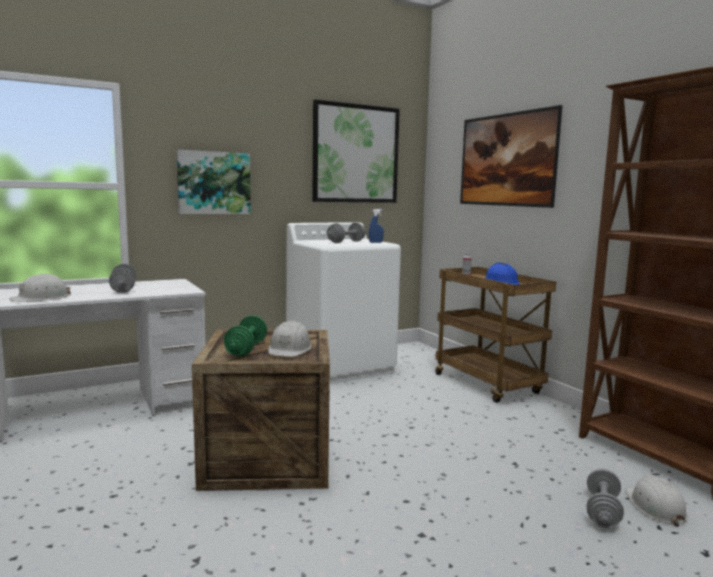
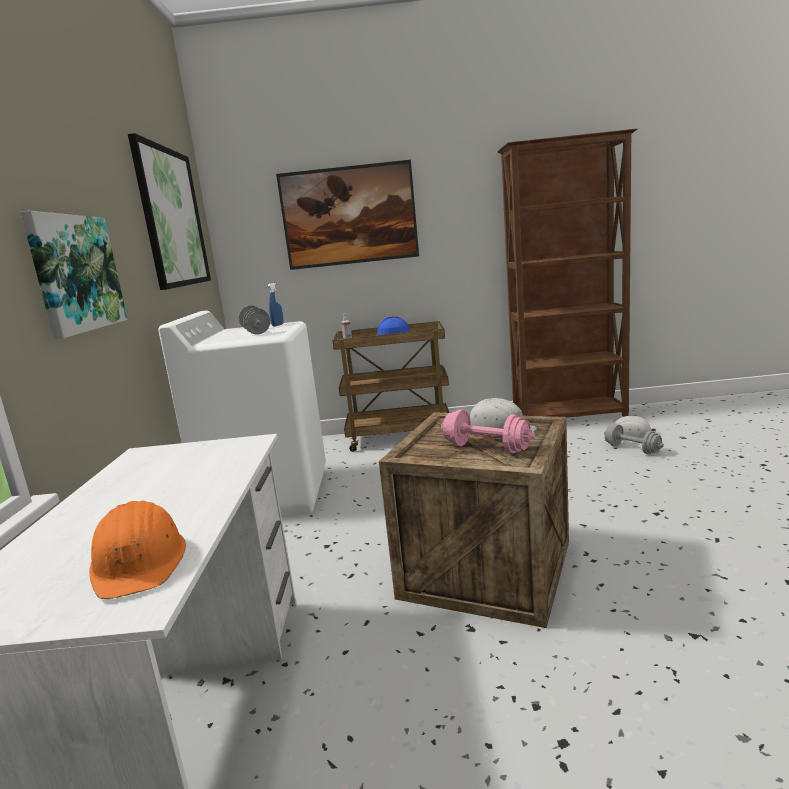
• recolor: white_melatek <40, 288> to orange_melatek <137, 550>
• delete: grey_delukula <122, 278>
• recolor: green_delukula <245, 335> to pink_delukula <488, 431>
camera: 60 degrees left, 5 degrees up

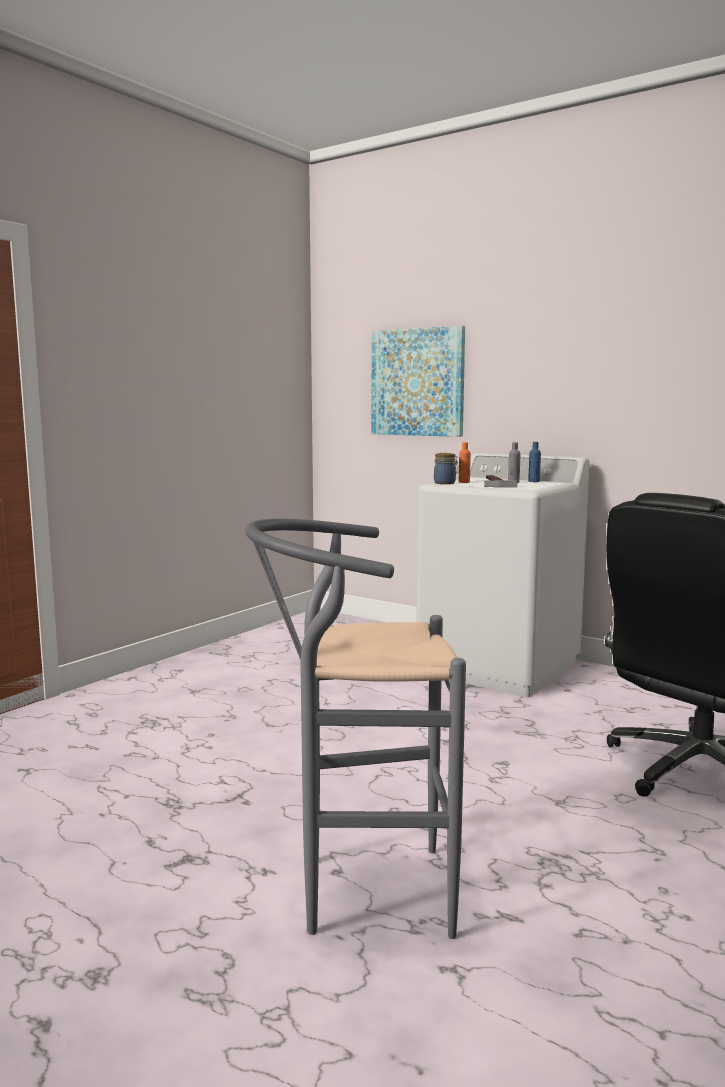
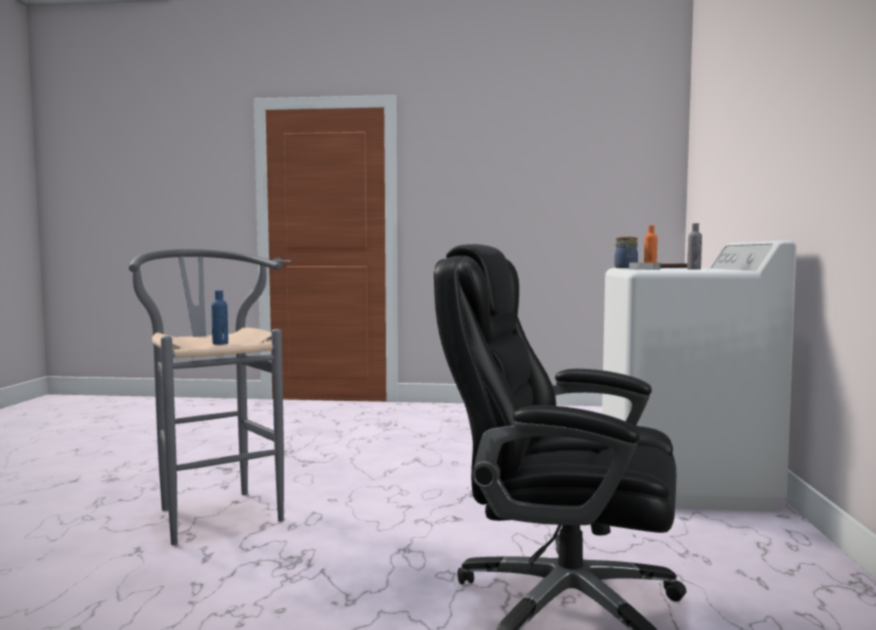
• delete: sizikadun <418, 381>
• move: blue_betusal <534, 462> to <219, 317>
camera: 60 degrees right, 5 degrees down

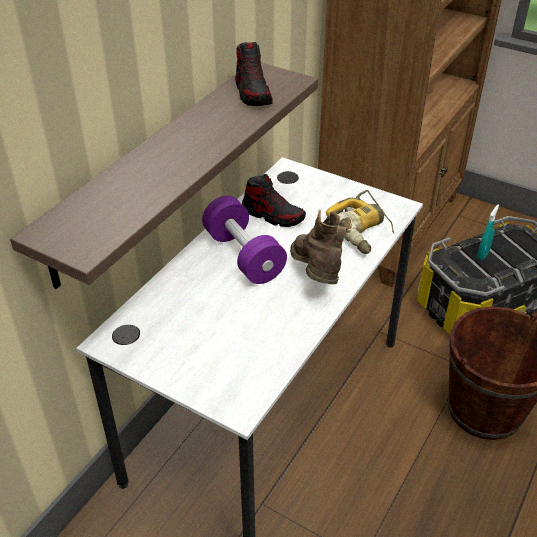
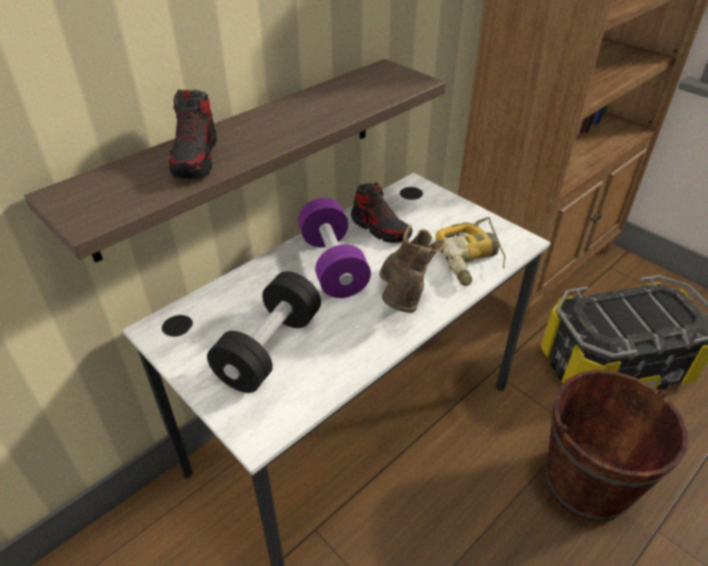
• move: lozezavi <254, 74> to <193, 134>
• delete: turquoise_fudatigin <488, 232>
• insert: black_delukula <264, 332>
camera: 15 degrees right, 0 degrees up

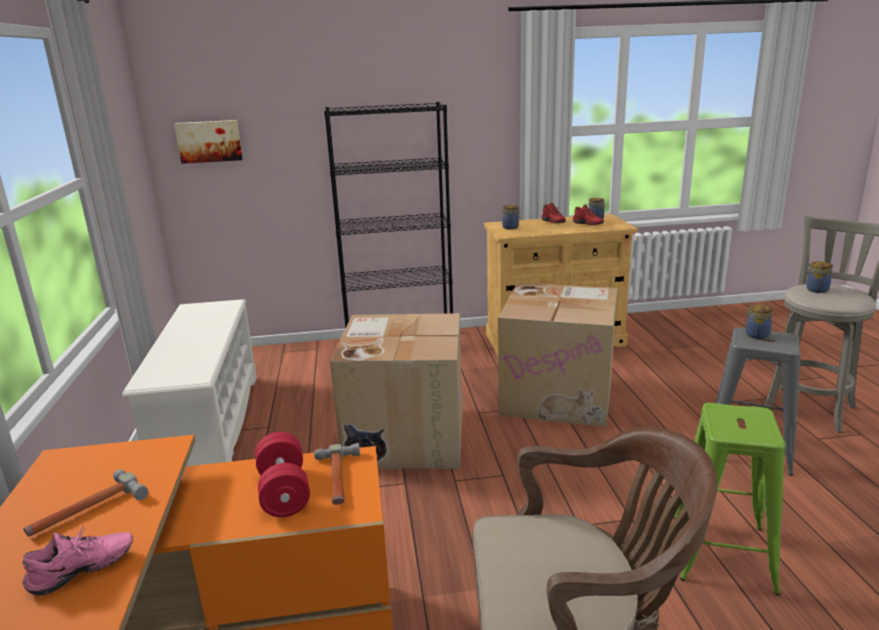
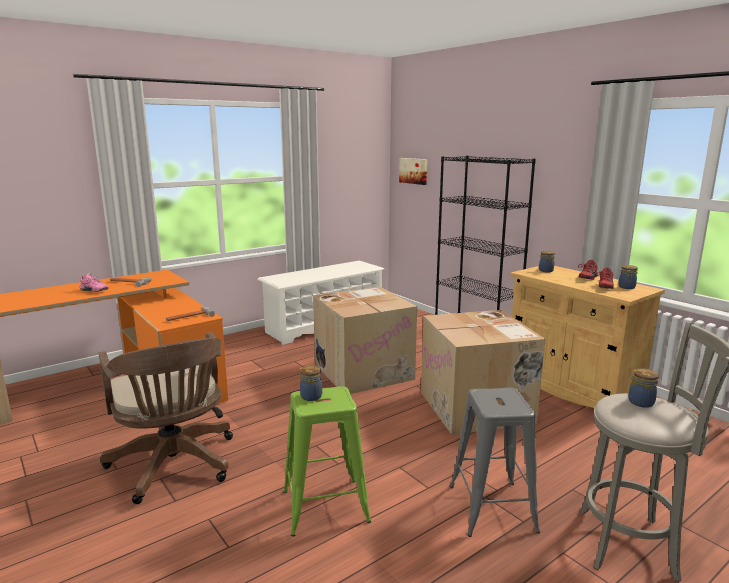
• delete: red_delukula <282, 474>
• move: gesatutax <758, 321> to <311, 383>
camera: 60 degrees right, 5 degrees down

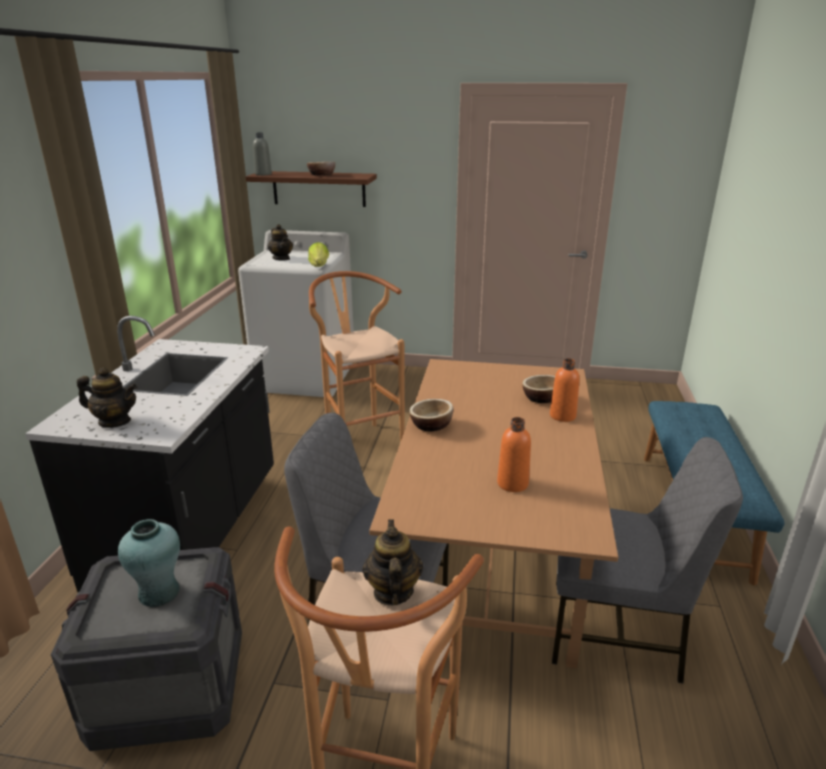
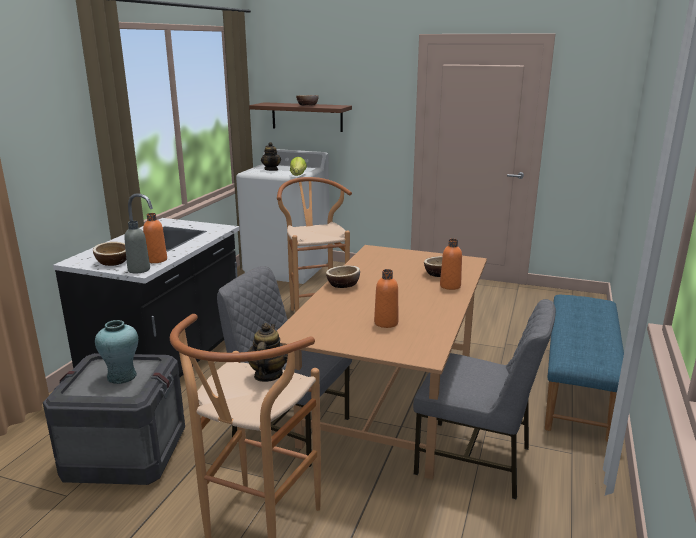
• replace: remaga <107, 398> to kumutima <109, 254>
• move: grey_betusal <262, 154> to <137, 247>
• insert: orange_betusal <155, 238>
camera: 10 degrees right, 5 degrees down

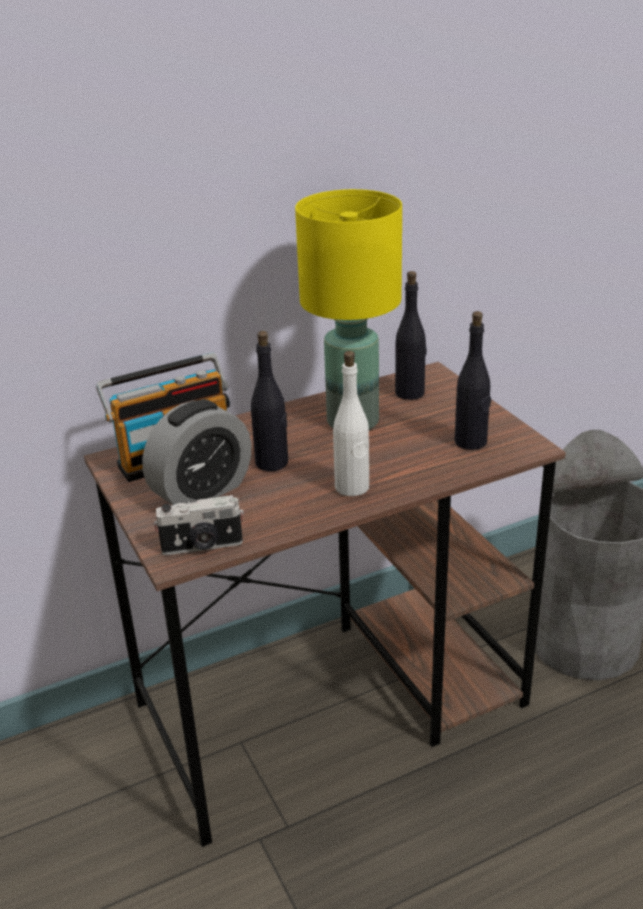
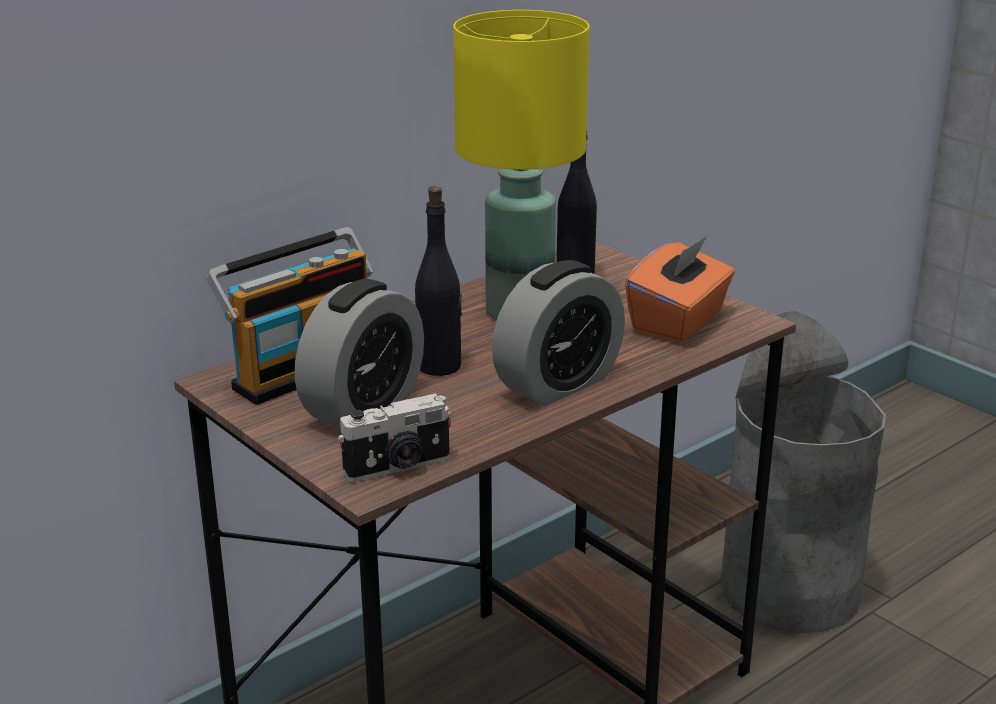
• replace: white_betusal <351, 423> to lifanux <558, 333>
• replace: black_betusal <473, 380> to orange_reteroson <680, 289>
camera: 15 degrees left, 5 degrees down

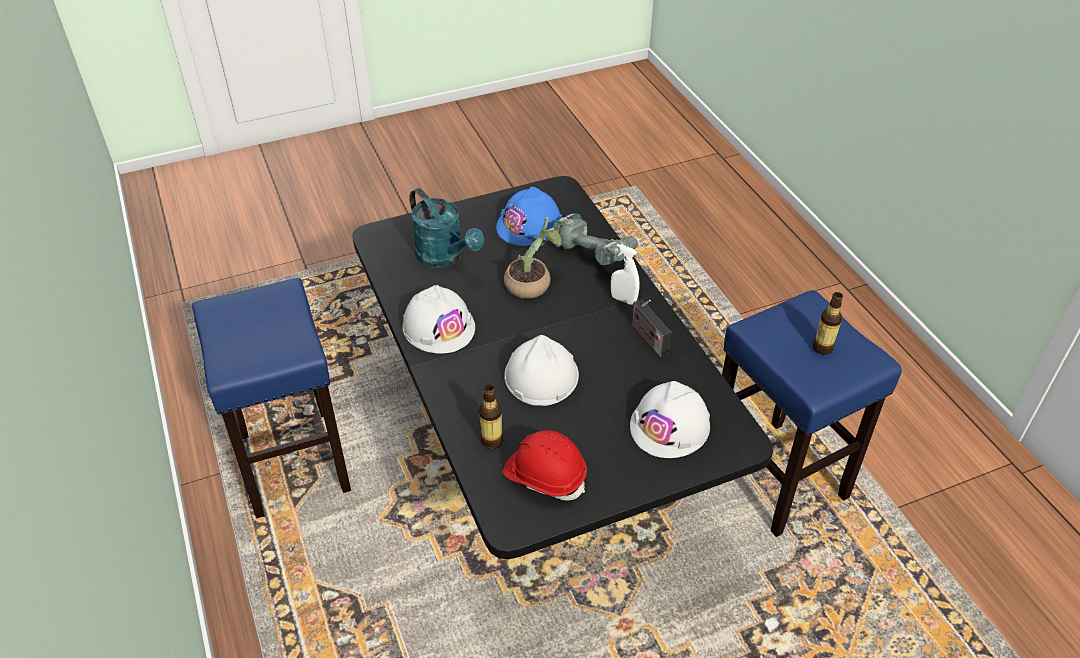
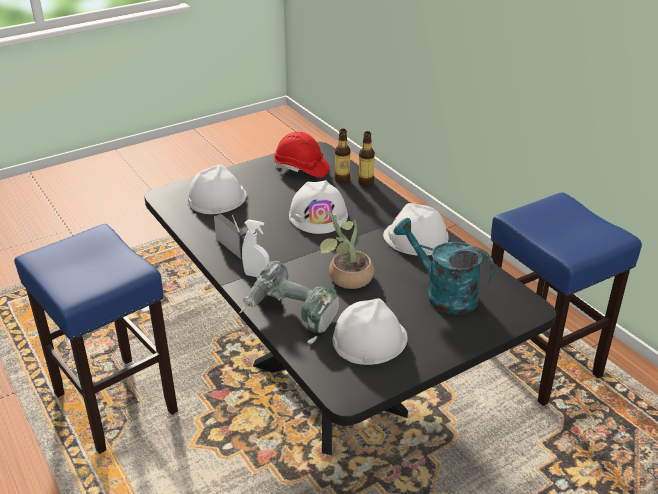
• recolor: blue_melatek <529, 216> to white_melatek <370, 331>
• move: betusal <828, 323> to <366, 159>
camera: 170 degrees right, 10 degrees down

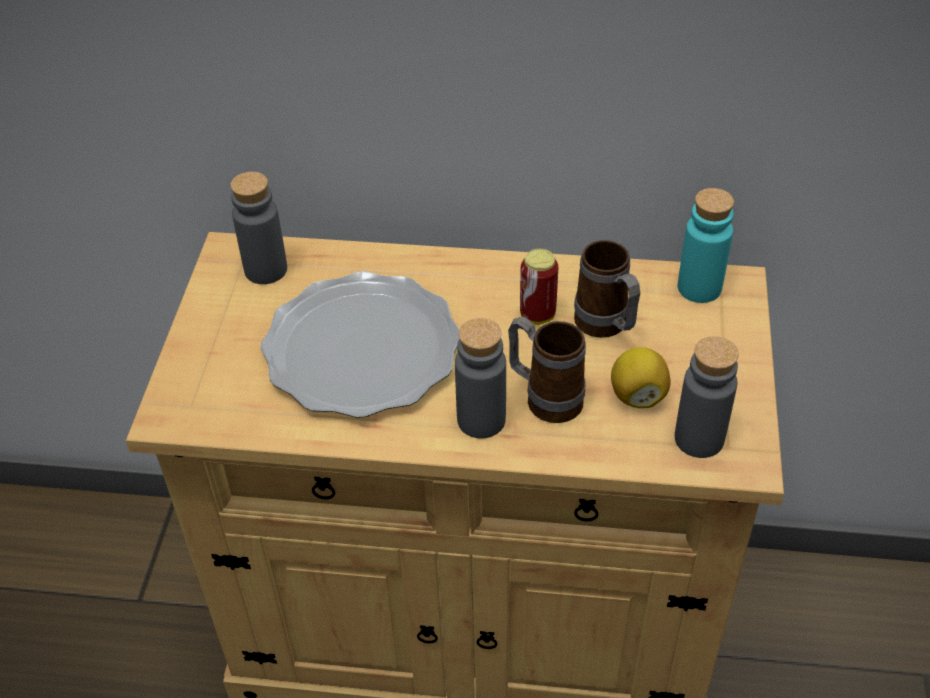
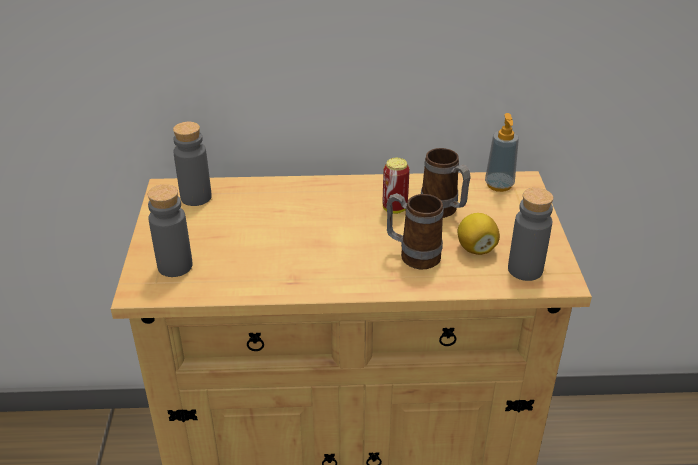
• delete: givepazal <360, 344>
• move: grey_betusal <480, 378> to <170, 230>
• replace: turquoise_betusal <706, 245> to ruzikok <502, 152>
camera: 10 degrees left, 10 degrees down

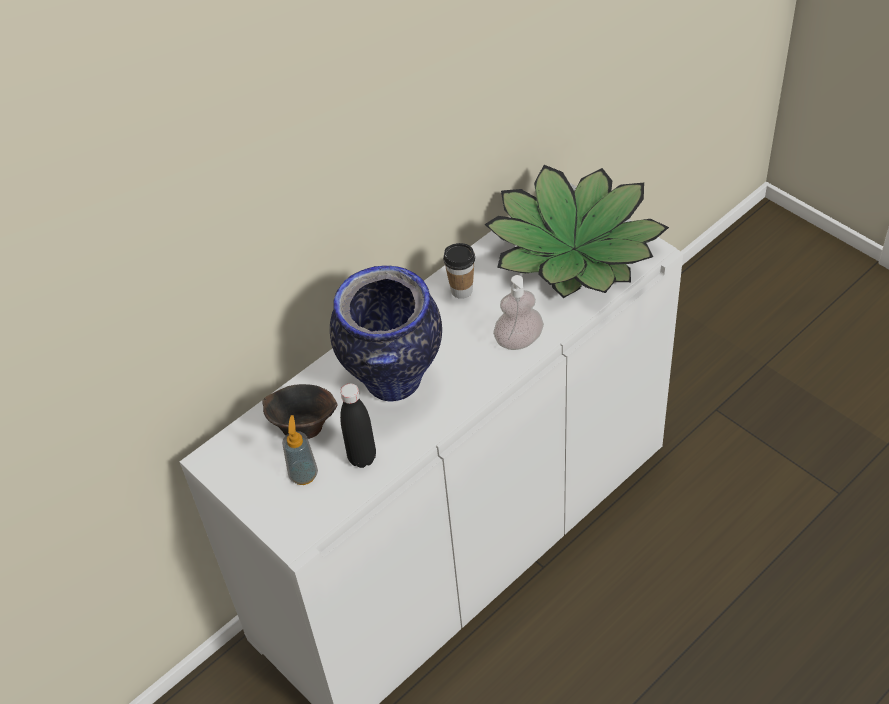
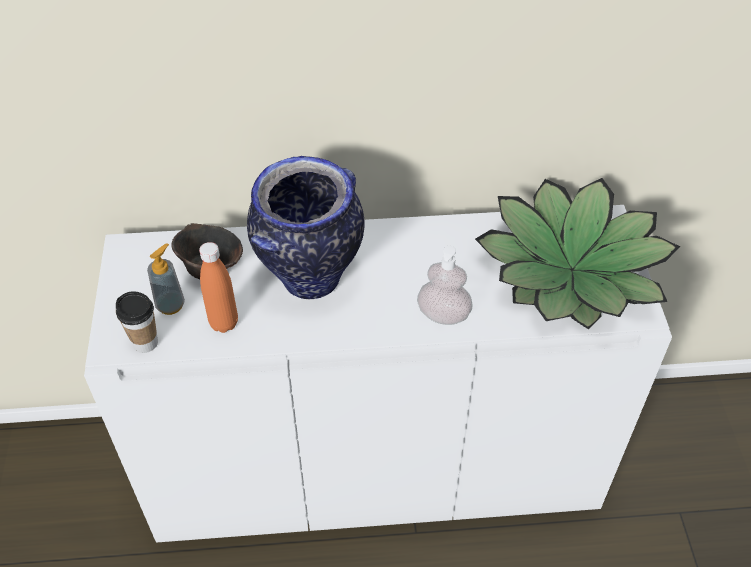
• recolor: black_betusal <358, 426> to orange_betusal <218, 287>
• move: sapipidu <459, 271> to <137, 322>
camera: 35 degrees right, 0 degrees up

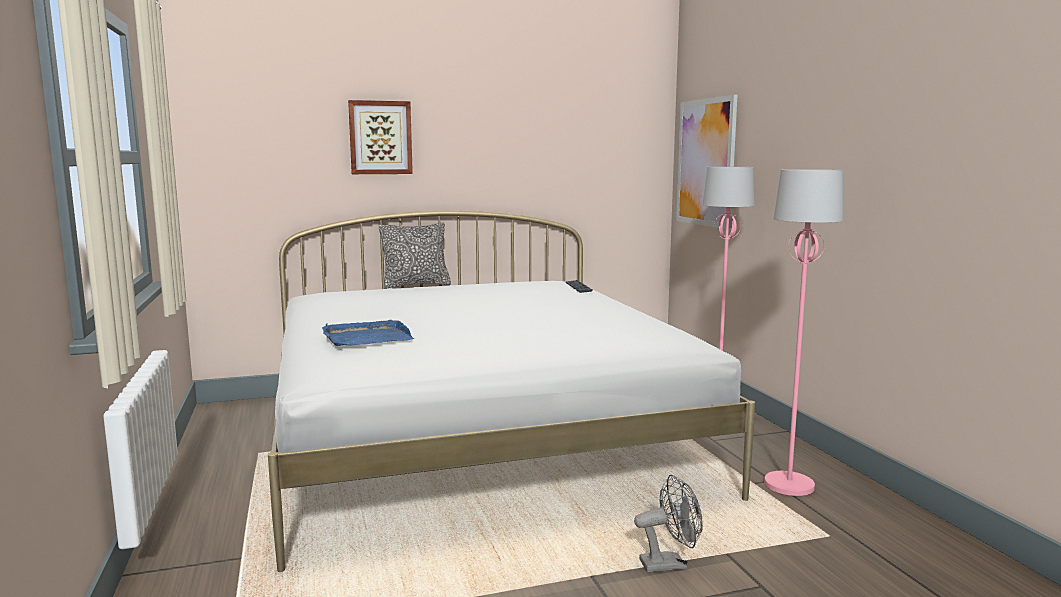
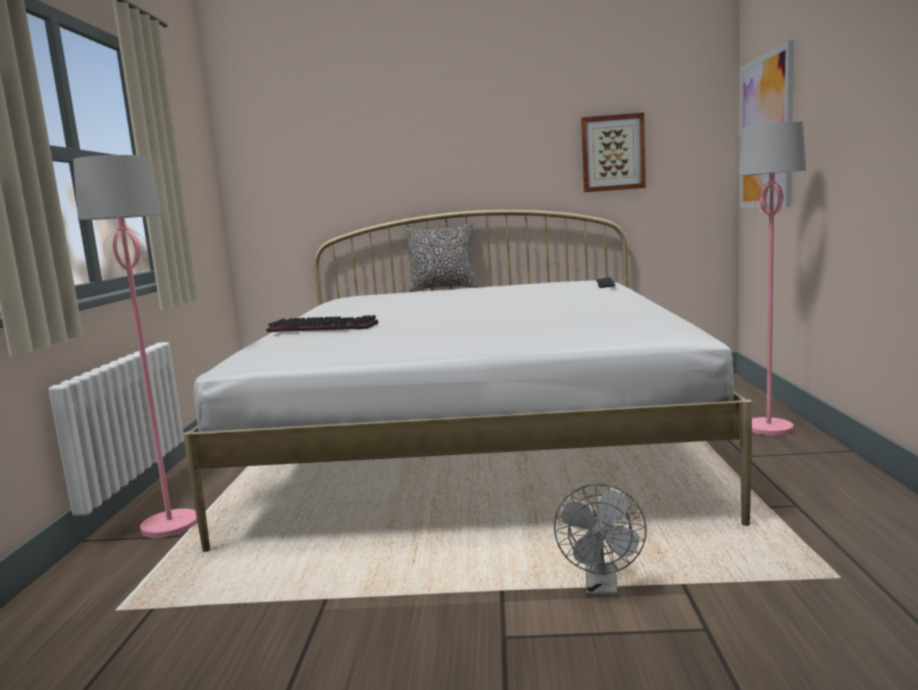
• replace: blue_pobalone <368, 333> to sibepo <322, 323>
• move: sizikadun <380, 137> to <613, 152>
• rotate: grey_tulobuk <668, 523> = <600, 540> 90 degrees clockwise
• move: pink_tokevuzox <803, 332> to <135, 346>
camera: 20 degrees right, 0 degrees up

